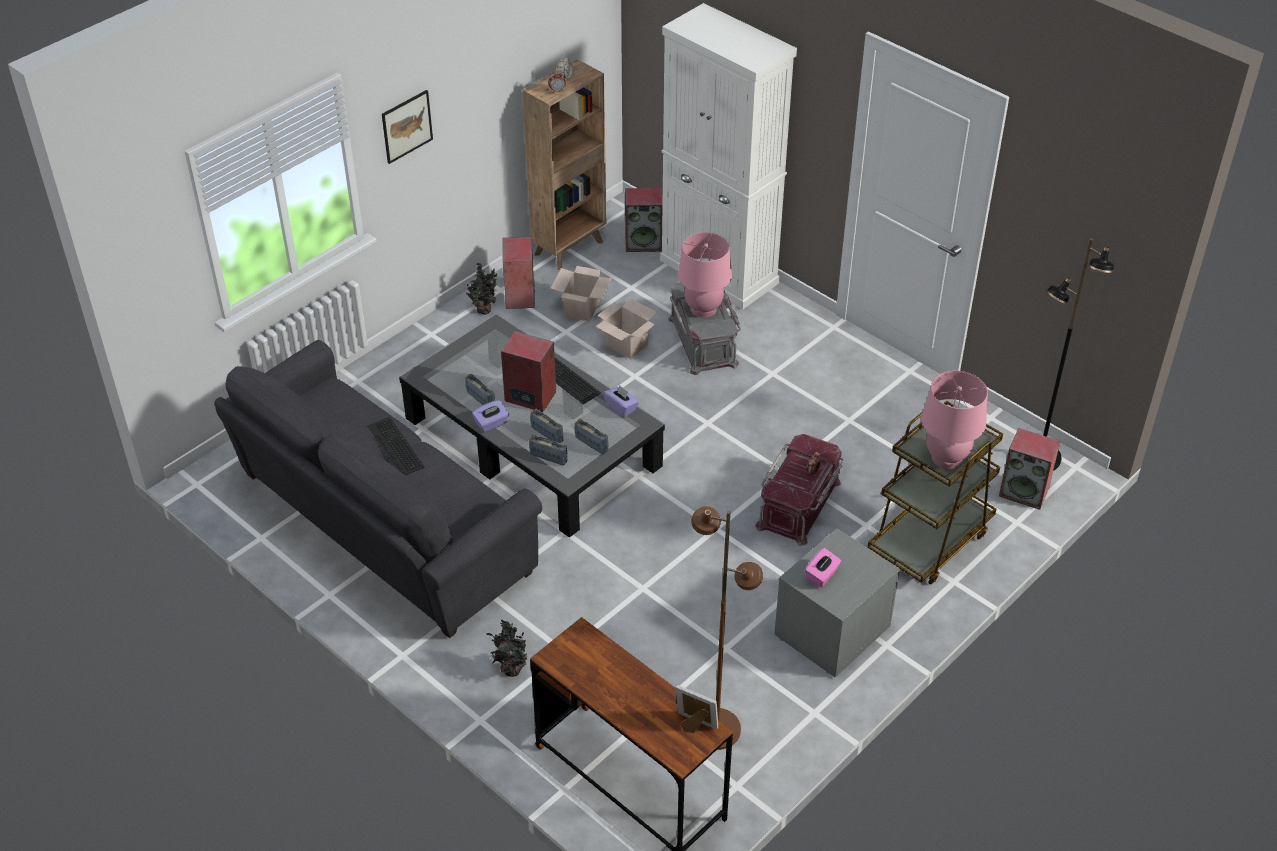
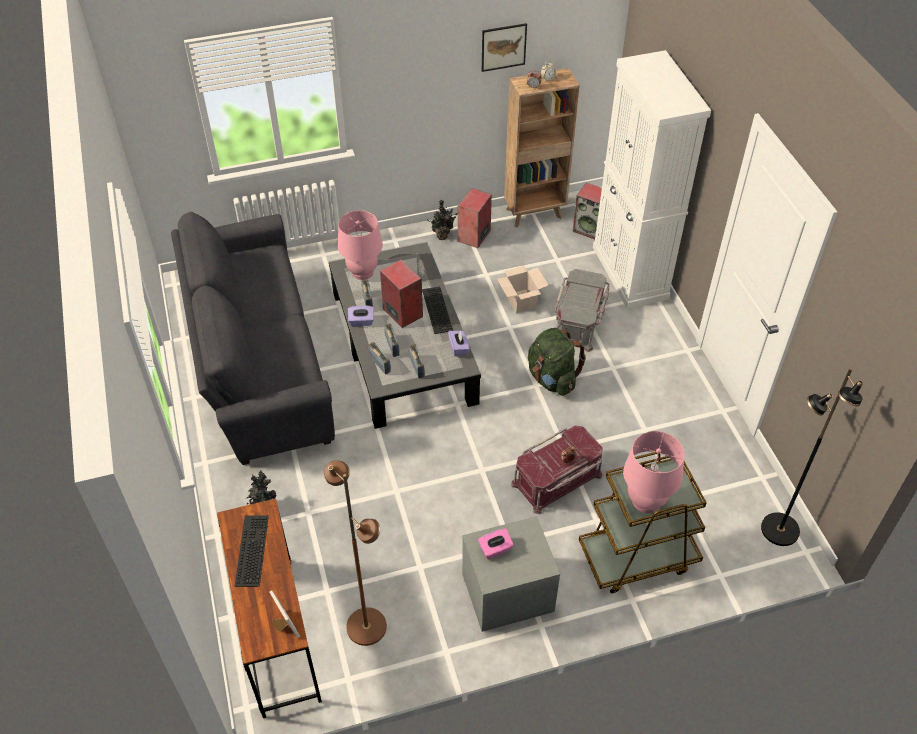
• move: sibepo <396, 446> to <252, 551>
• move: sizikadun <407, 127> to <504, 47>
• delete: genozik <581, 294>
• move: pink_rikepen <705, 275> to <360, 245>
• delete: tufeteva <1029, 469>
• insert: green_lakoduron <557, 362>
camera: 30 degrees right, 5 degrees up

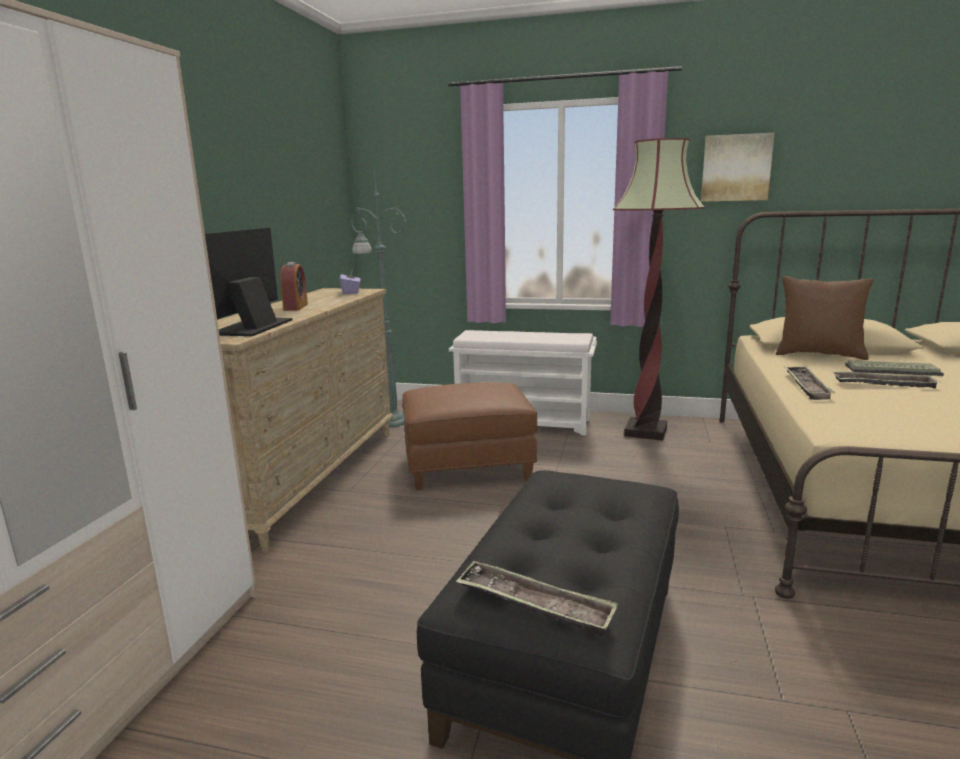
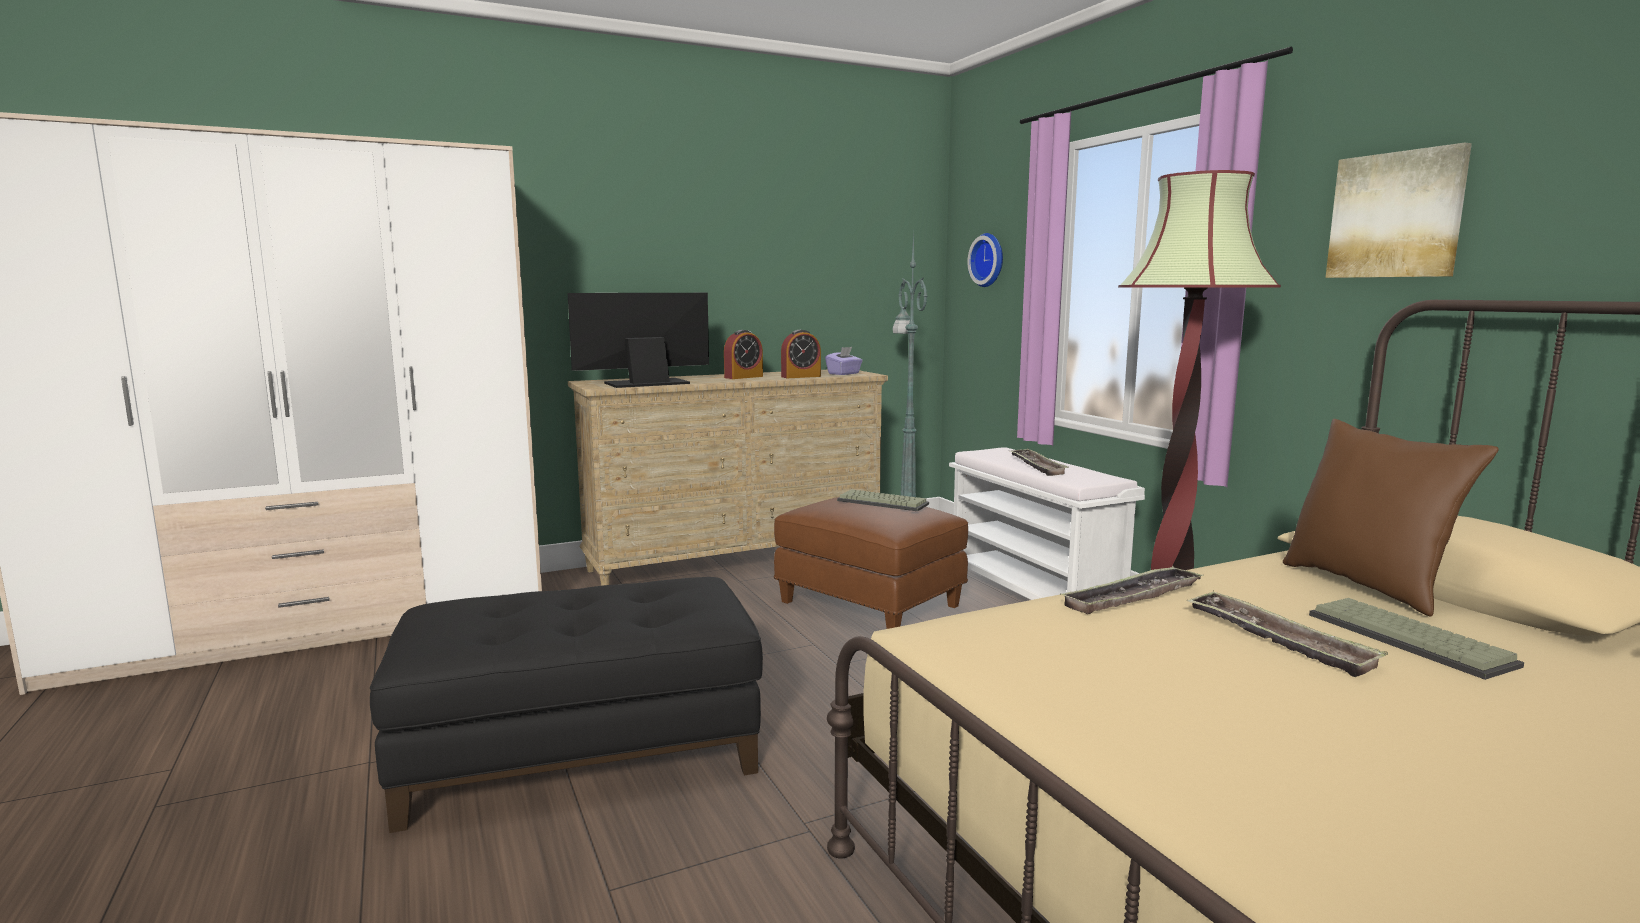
• move: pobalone <537, 598> to <1038, 462>
• insert: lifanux <801, 354>
• insert: sibepo <883, 500>
• insert: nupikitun <985, 260>
camera: 50 degrees right, 5 degrees down

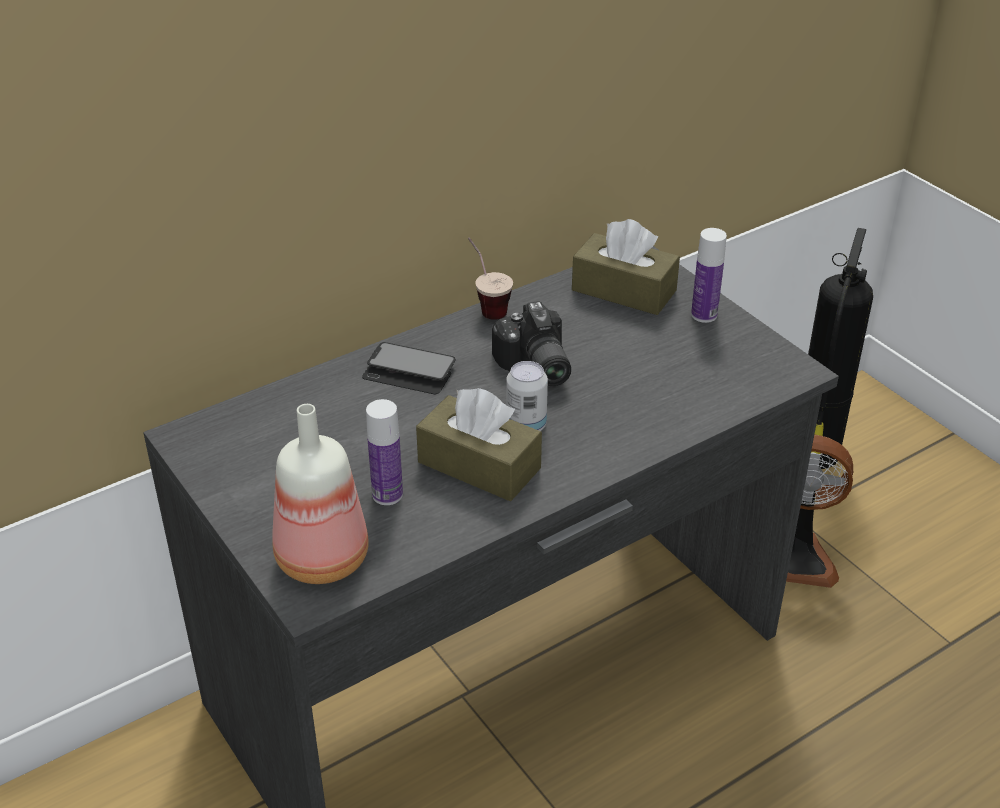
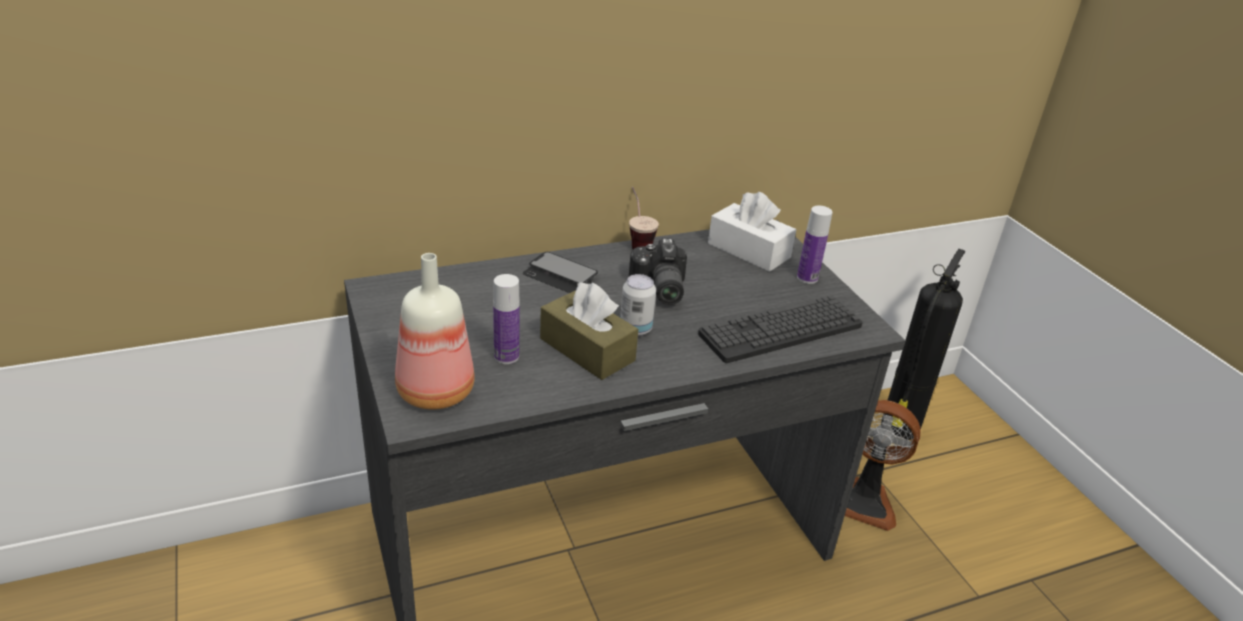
• recolor: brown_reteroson <626, 267> to white_reteroson <752, 232>
• insert: sibepo <780, 329>
camera: 10 degrees right, 5 degrees down

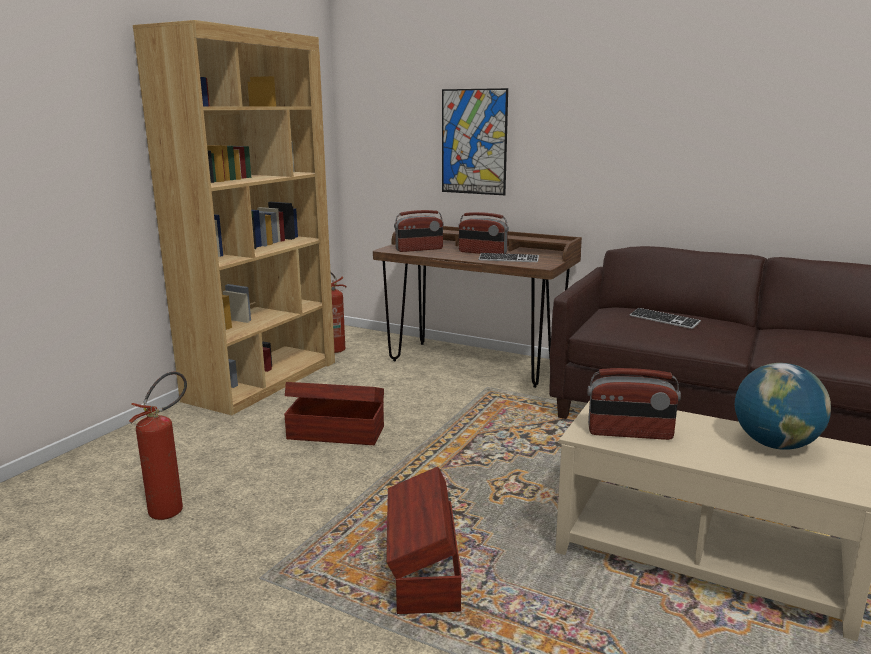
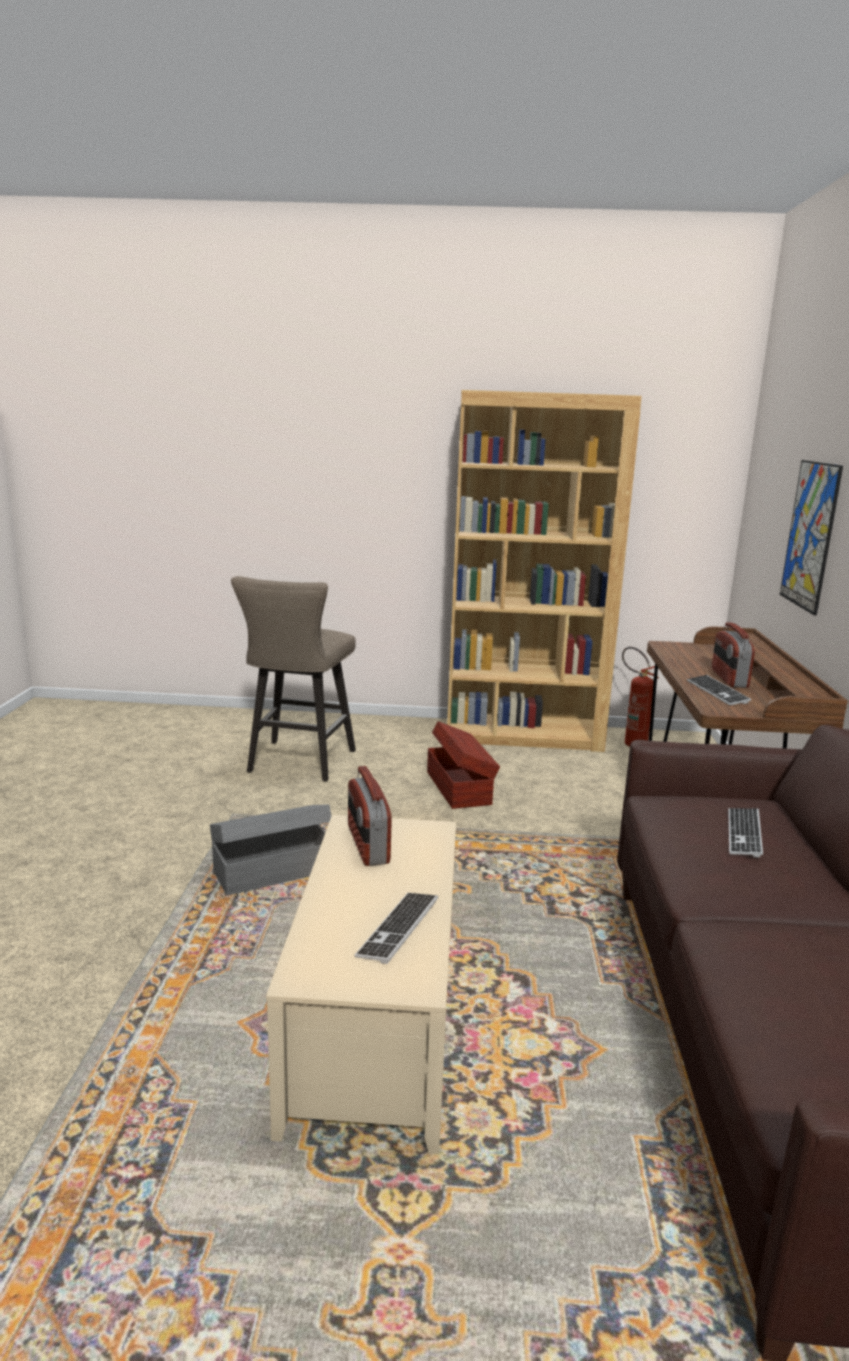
• replace: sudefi <158, 445> to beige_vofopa <293, 679>
• recolor: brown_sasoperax <424, 540> to grey_sasoperax <270, 850>
• delete: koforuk <419, 231>
• replace: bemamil <783, 406> to sibepo <396, 928>
camera: 65 degrees right, 0 degrees up

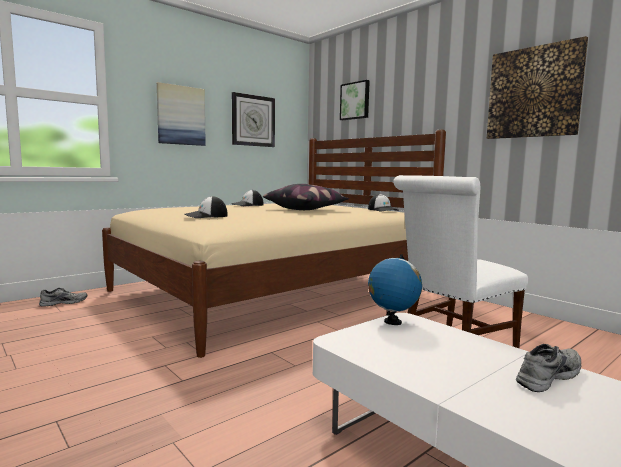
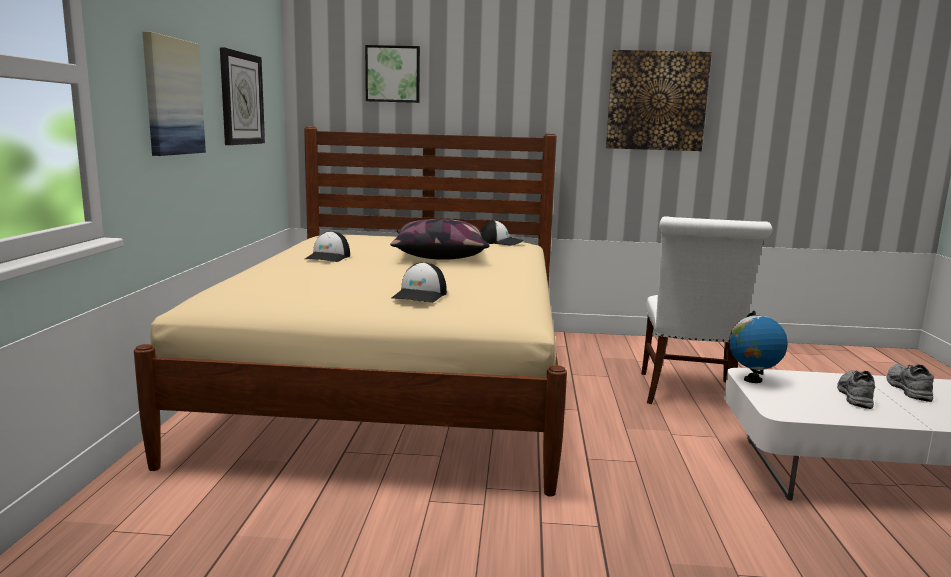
• move: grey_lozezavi <63, 297> to <856, 389>
camera: 45 degrees left, 5 degrees up

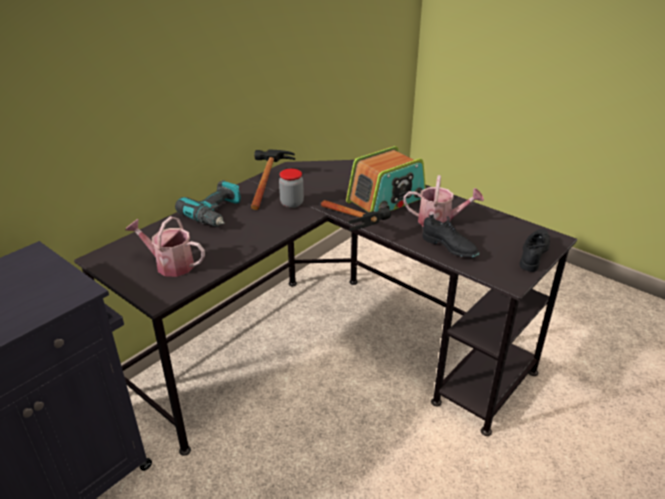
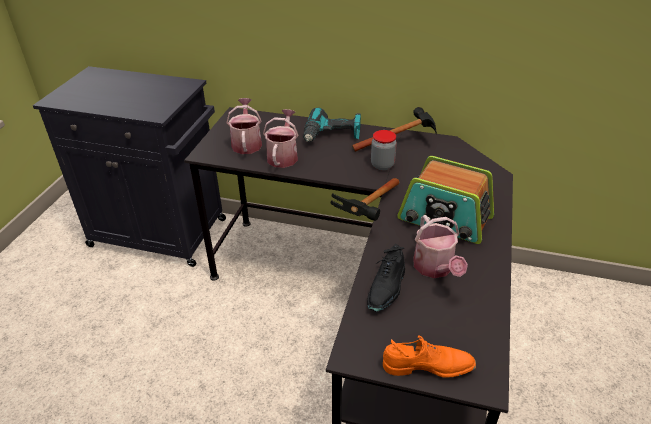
• recolor: black_lozezavi <535, 250> to orange_lozezavi <429, 356>
• insert: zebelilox <281, 138>
camera: 65 degrees right, 5 degrees up

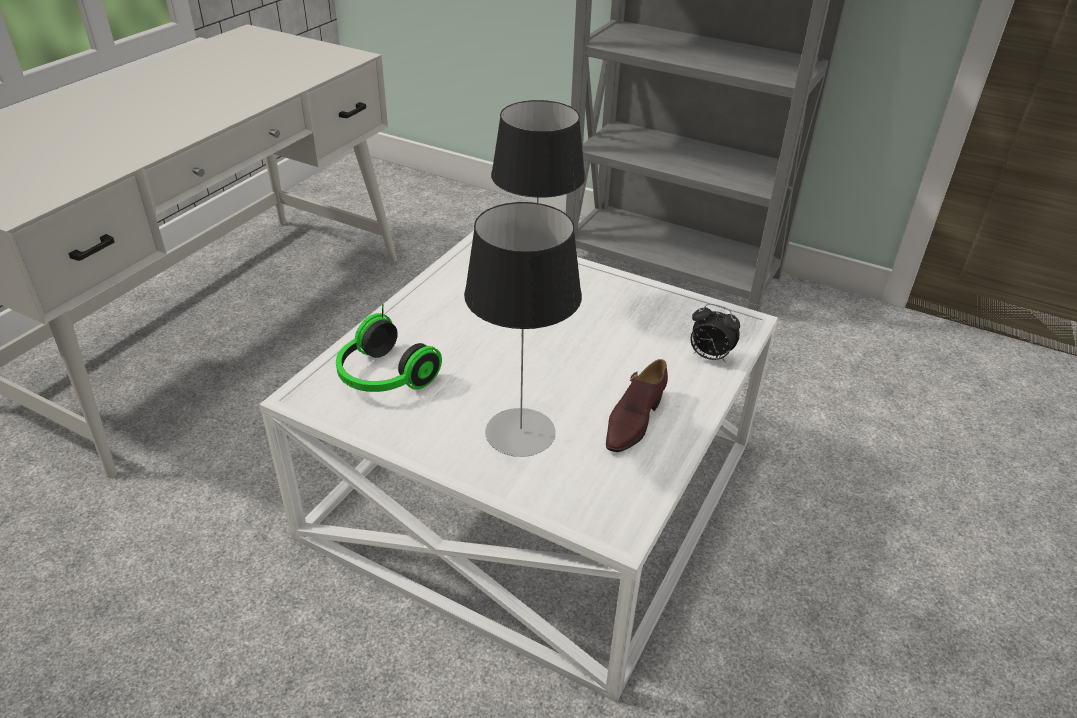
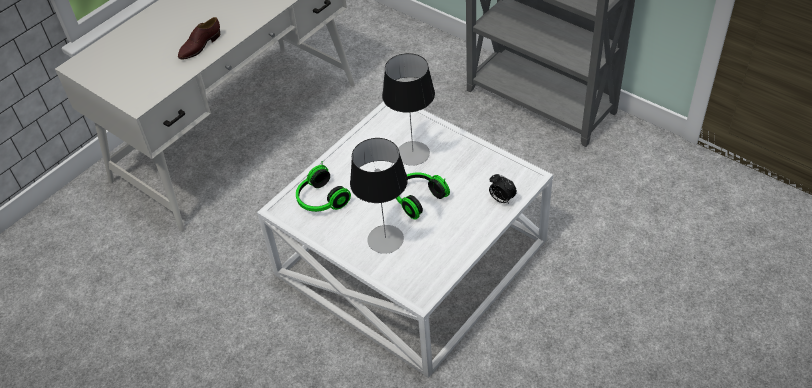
• move: brown_lozezavi <637, 405> to <199, 38>
• insert: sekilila <423, 196>
camera: 15 degrees right, 10 degrees up

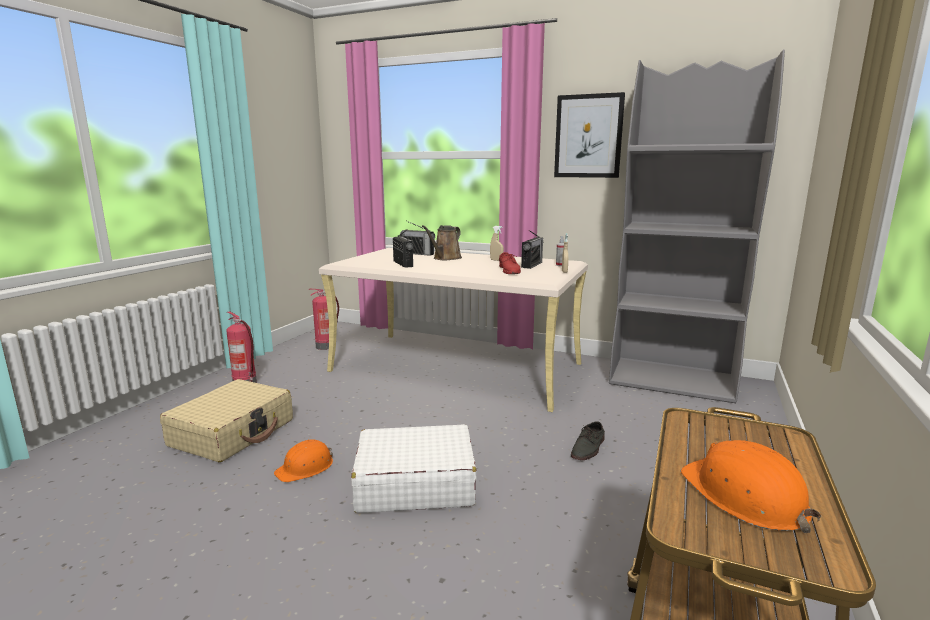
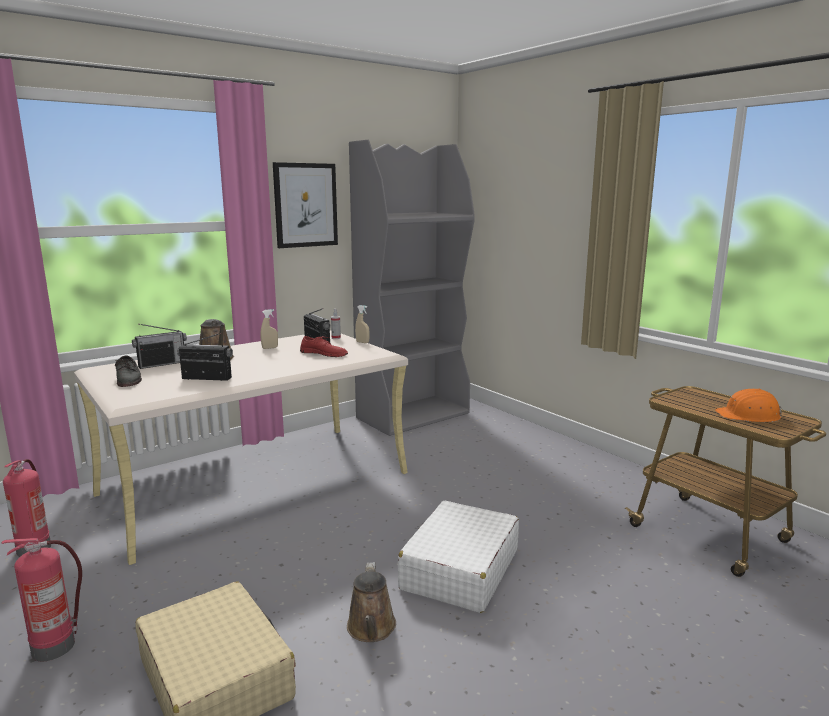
• replace: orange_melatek <303, 461> to brown_zebelilox <371, 602>
• move: grey_lozezavi <588, 440> to <128, 371>
camera: 60 degrees left, 0 degrees up

